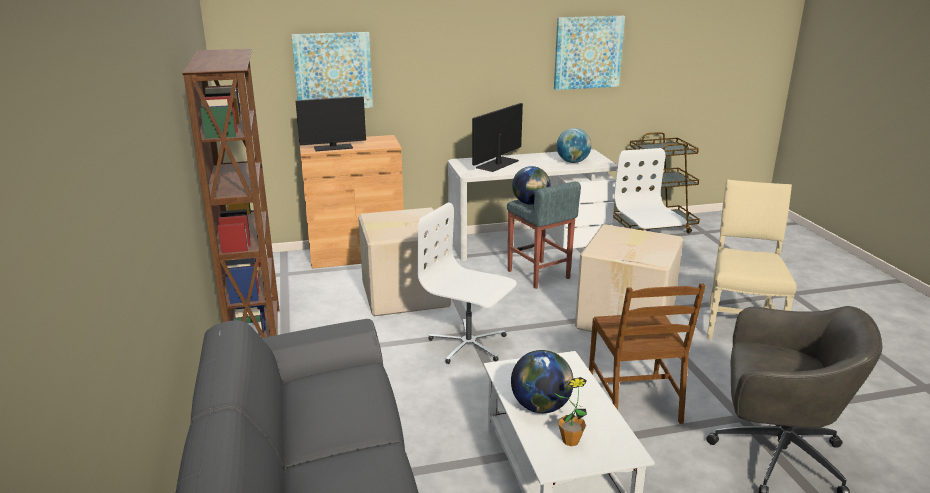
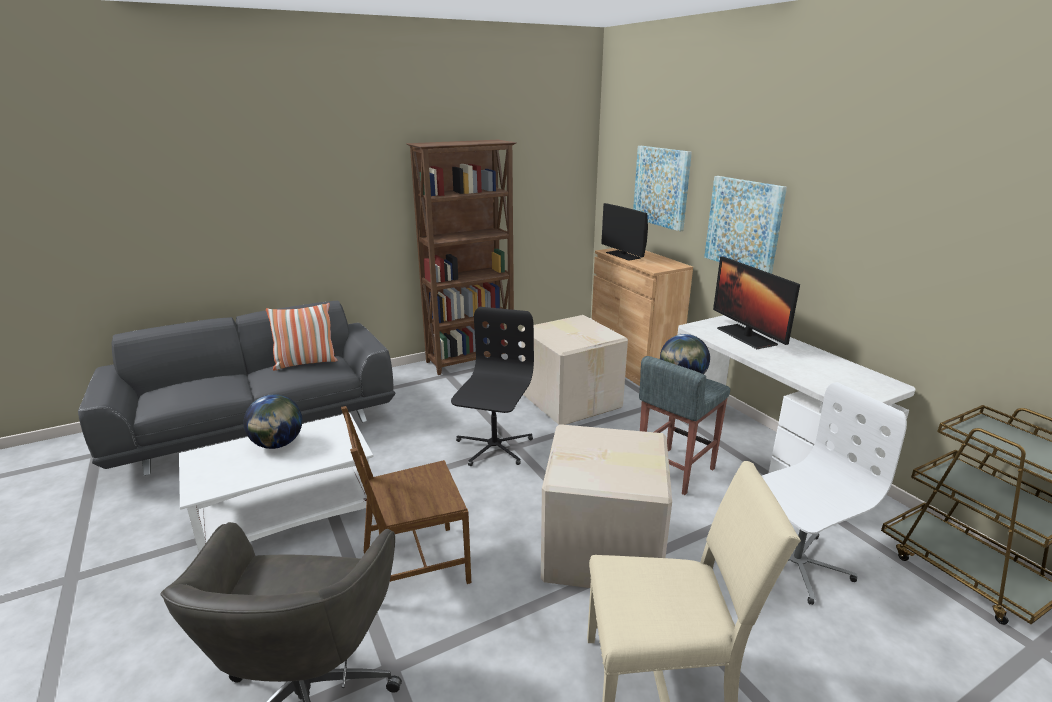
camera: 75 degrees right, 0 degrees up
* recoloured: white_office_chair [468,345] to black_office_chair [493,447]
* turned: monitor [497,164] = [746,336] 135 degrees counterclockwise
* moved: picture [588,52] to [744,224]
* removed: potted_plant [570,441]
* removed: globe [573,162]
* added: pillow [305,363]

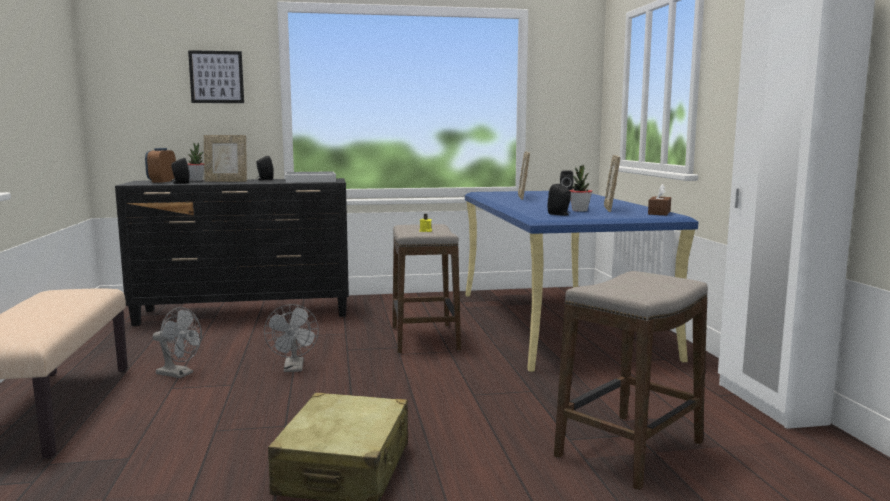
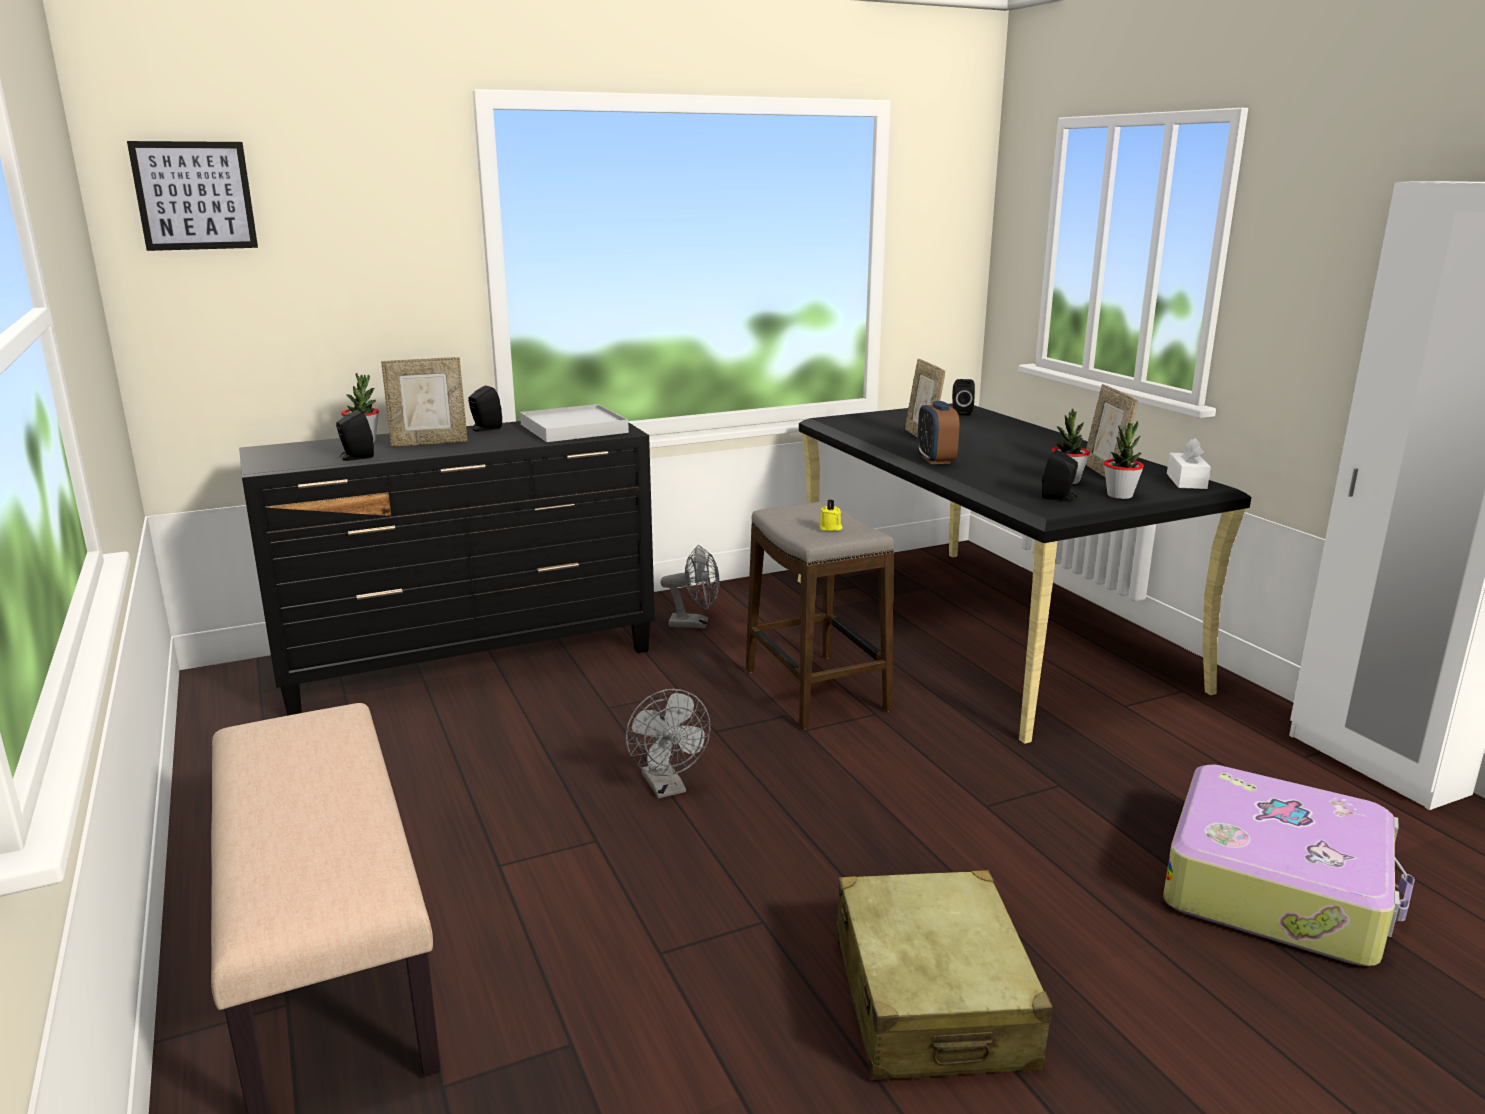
camera: 15 degrees left, 10 degrees up
* moved: alarm_clock [162,181] to [935,460]
* moved: grey_fan [179,374] to [695,624]
* moved: picture [216,77] to [194,196]
* recoloured: blue_desk [558,323] to black_desk [983,631]
* replaced: stool [629,450] to suitcase [1277,887]
* recoloured: brown_tissue_box [659,213] to white_tissue_box [1186,481]
* added: potted_plant [1119,495]

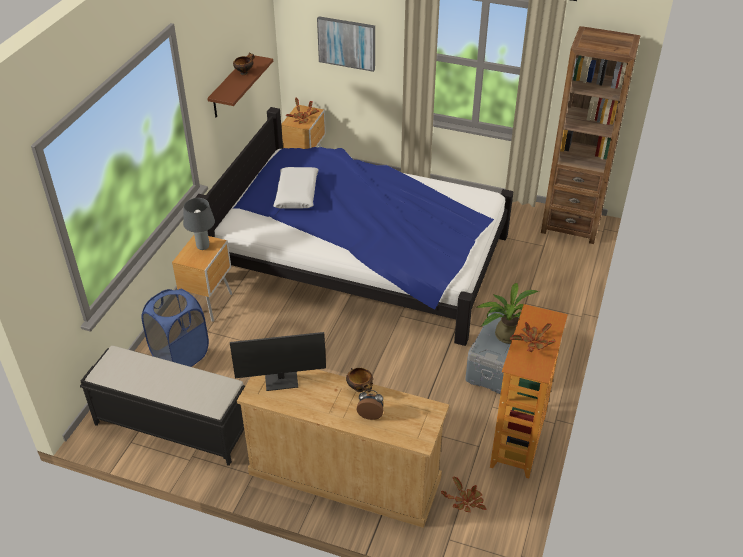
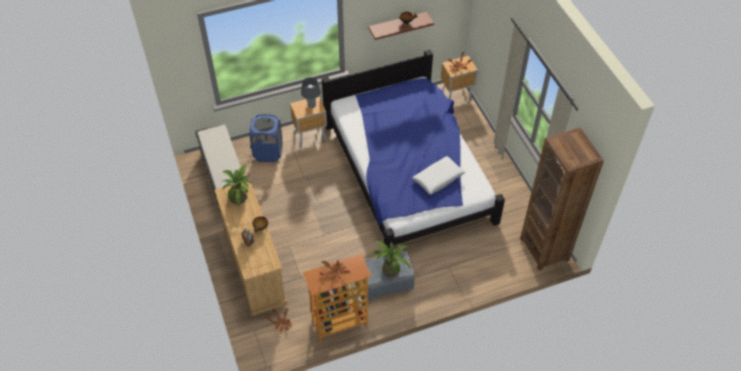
camera: 50 degrees right, 10 degrees up
* replaced: monitor [281,380] to potted_plant [240,196]
* moved: white_pillow [297,194] to [438,179]
* removed: picture [347,43]

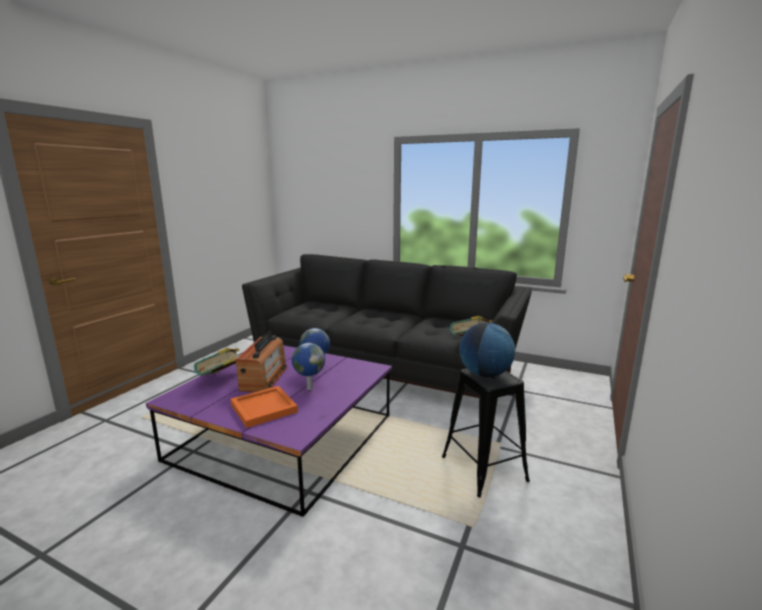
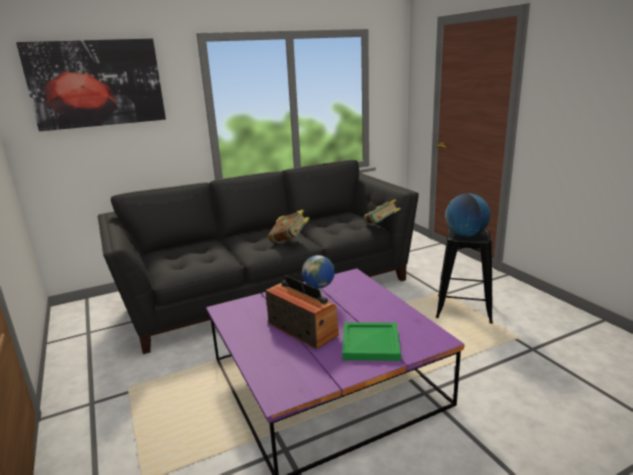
camera: 50 degrees left, 5 degrees up
* moved: book [221,379] to [289,241]
* recoloured: orange_tray [263,409] to green_tray [371,344]
* removed: globe [309,388]
* added: picture [96,83]

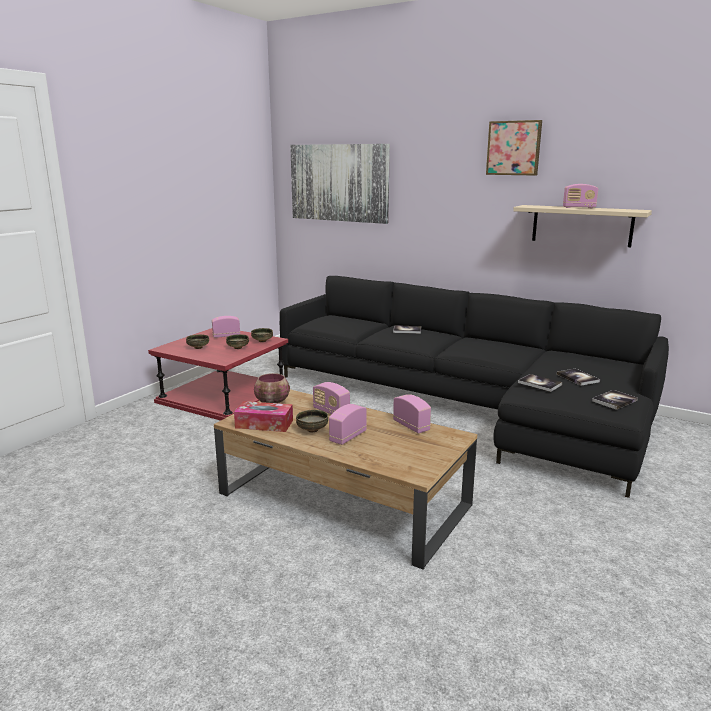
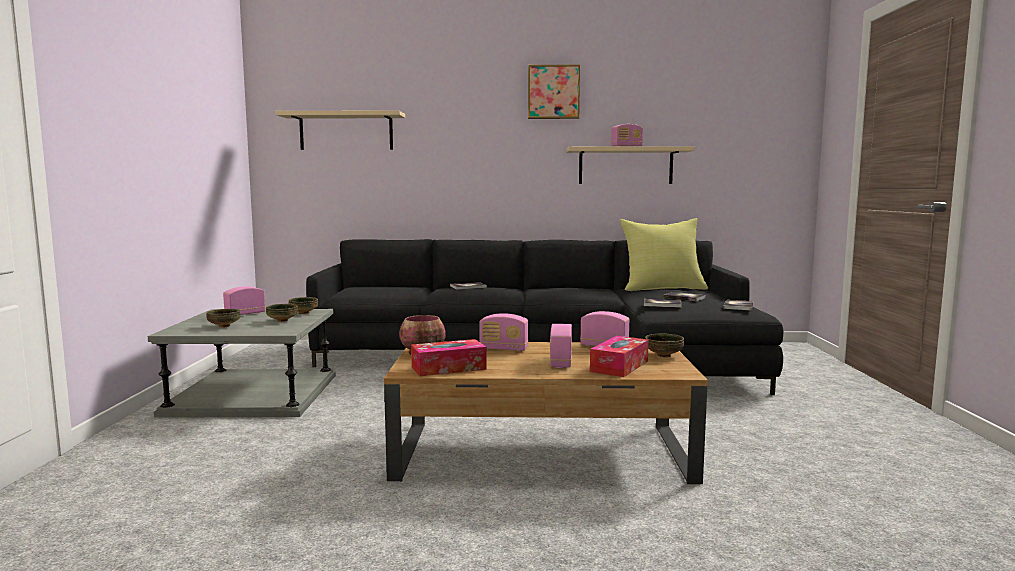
camera: 30 degrees left, 10 degrees down
* recoloured: red_side_table [223,395] to grey_side_table [253,394]
* replaced: picture [339,183] to beige_shelf [346,132]
* moved: bowl [312,430] to [664,356]
* added: tissue_box [619,366]
* added: yellow_pillow [662,288]

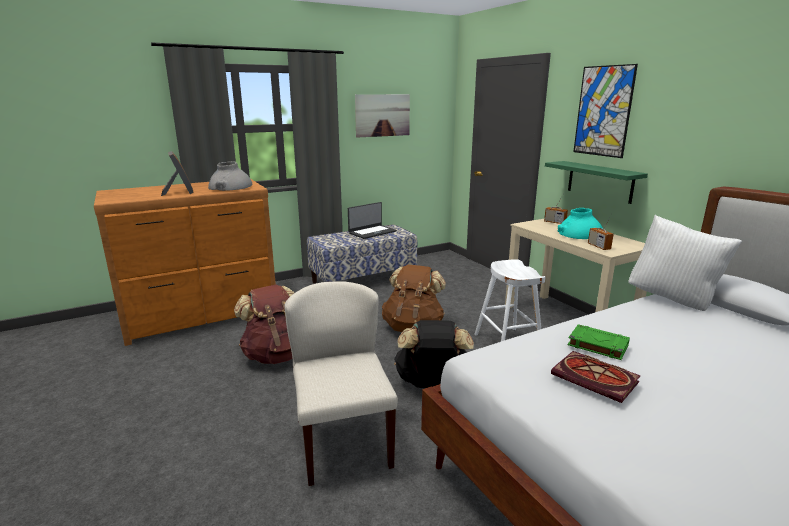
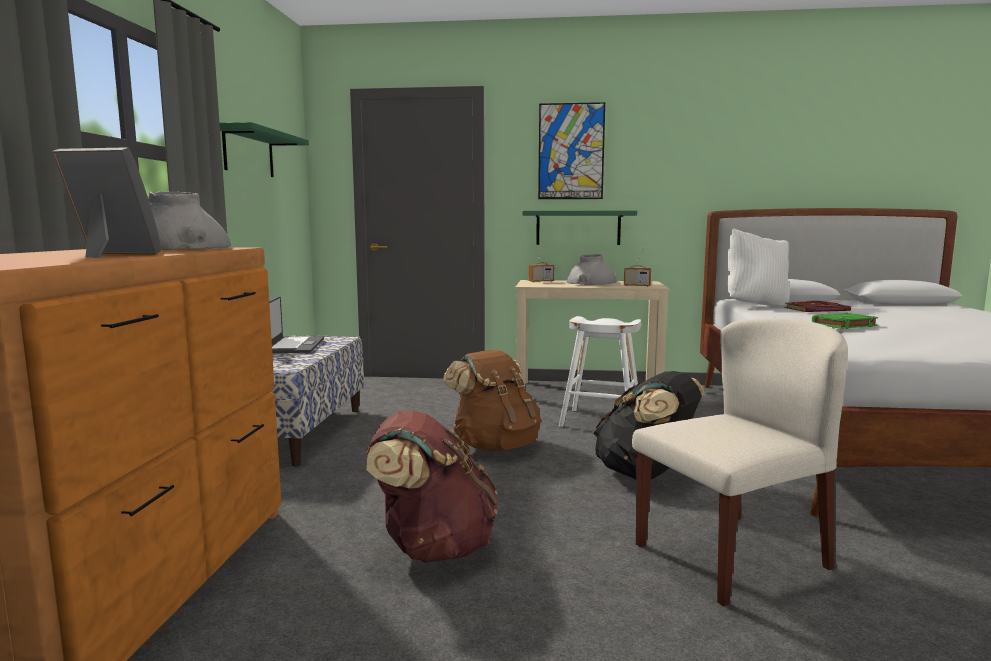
camera: 55 degrees left, 10 degrees down
* turned: beige_chair [342,442] = [731,555] 135 degrees clockwise
* replaced: picture [382,115] to green_shelf [248,153]
* moved: book [597,379] to [817,309]
* recoloured: turquoise_vase [579,234] to grey_vase [591,283]

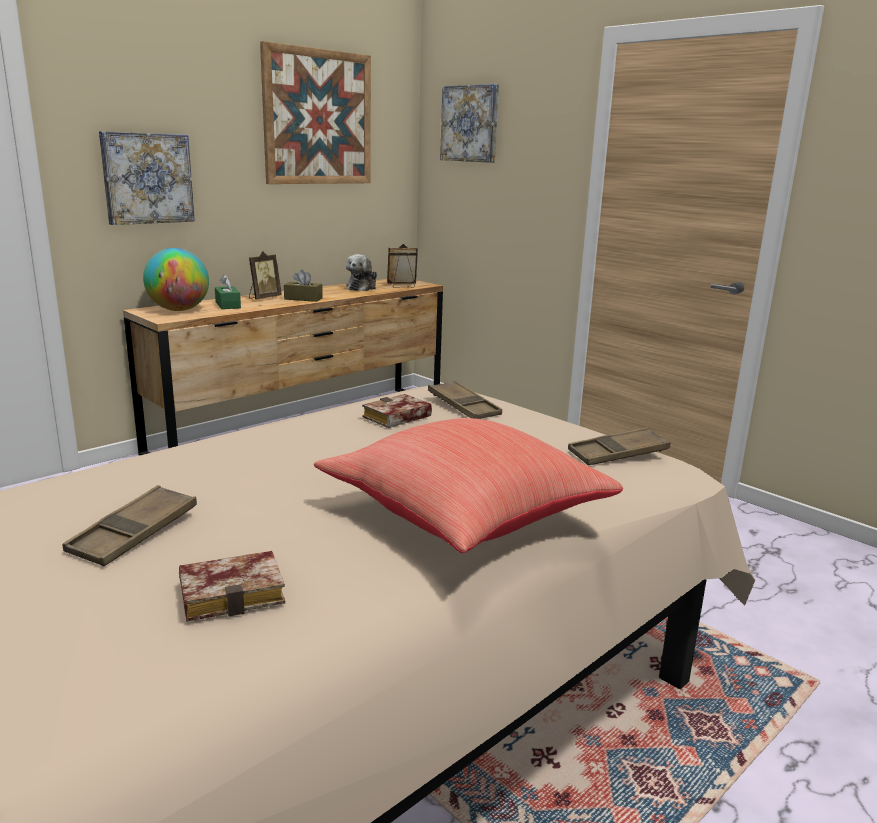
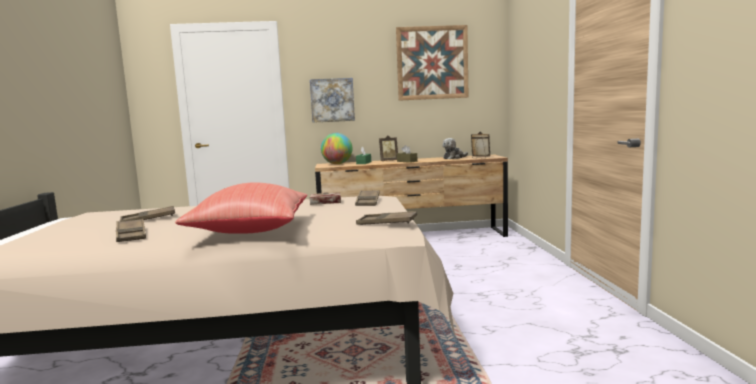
camera: 40 degrees right, 10 degrees down
* replaced: book [236,592] to brown_tray [131,235]
* removed: picture [470,124]

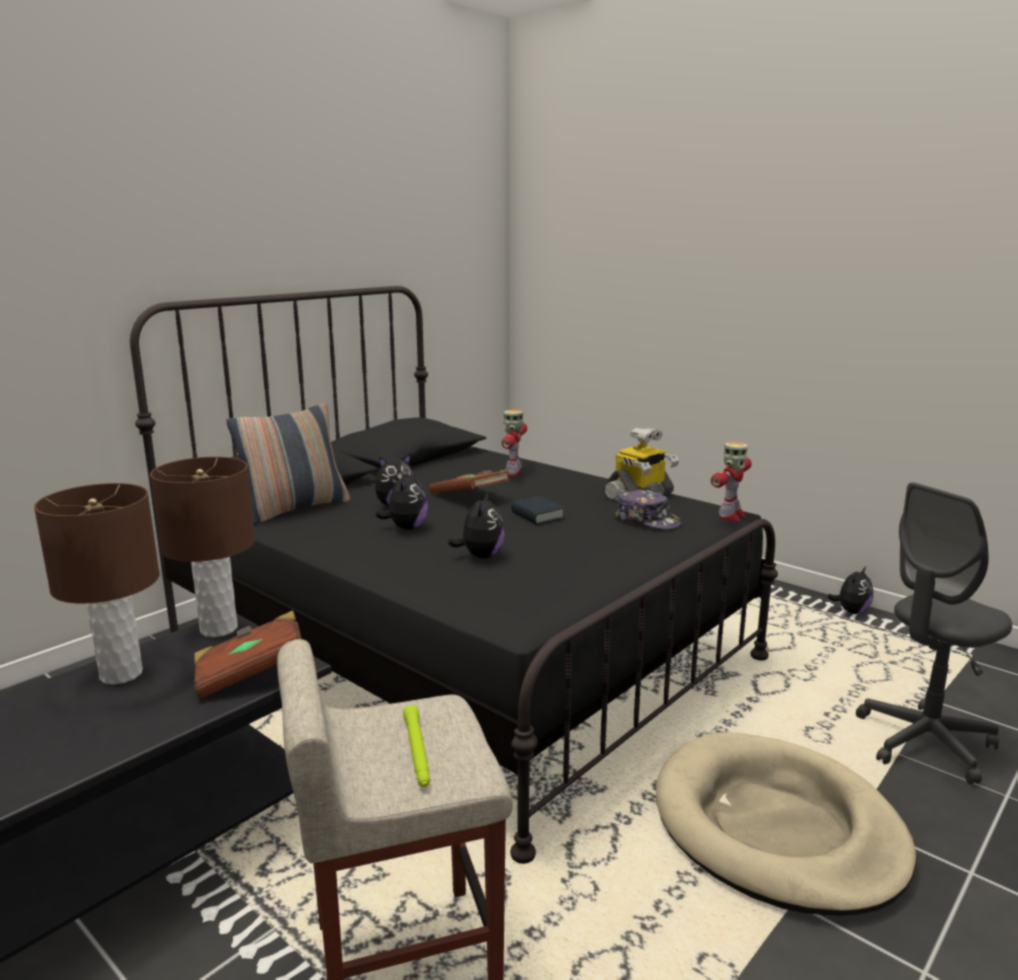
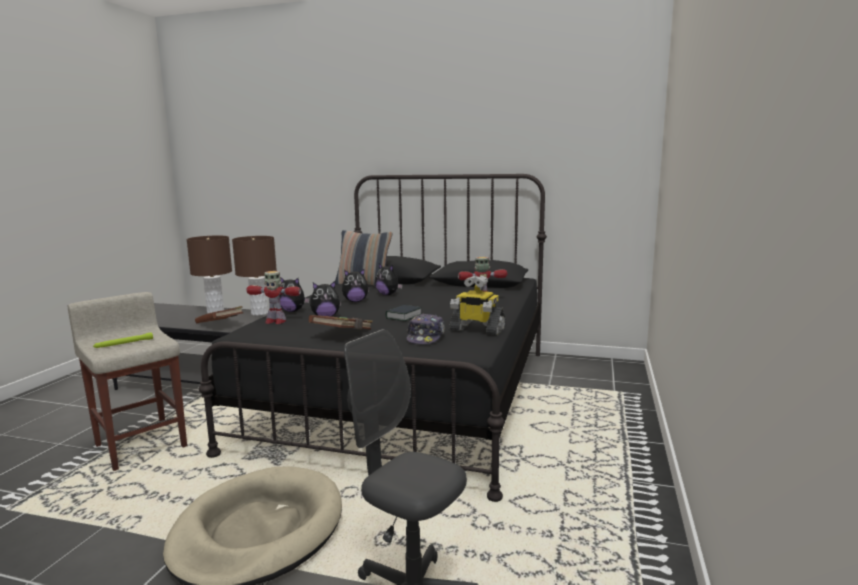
camera: 65 degrees right, 5 degrees down
* moved: brown_book [470,497] to [343,334]
* moved: toy_robot [730,516] to [275,321]
* moved: plush_toy [851,611] to [292,311]

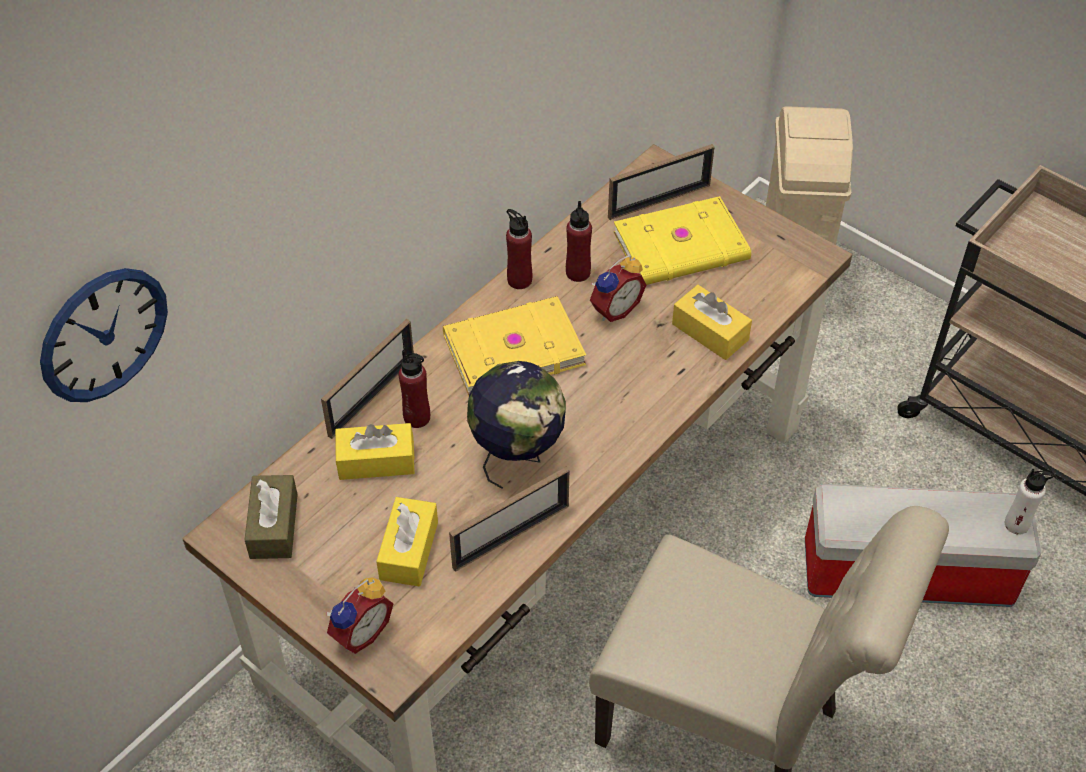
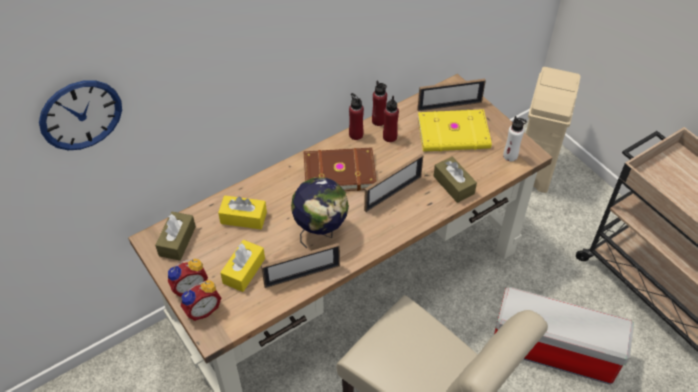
camera: 15 degrees right, 0 degrees up
* moved: picture_frame [371,397] to [393,193]
* moved: red_bottle [417,417] to [378,121]
* recoloured: yellow_book [512,348] to brown_book [338,171]
* moved: alarm_clock [614,309] to [189,286]
* recoloured: yellow_tissue_box [710,332] to brown_tissue_box [453,185]
* moved: white_bottle [1016,524] to [510,156]

